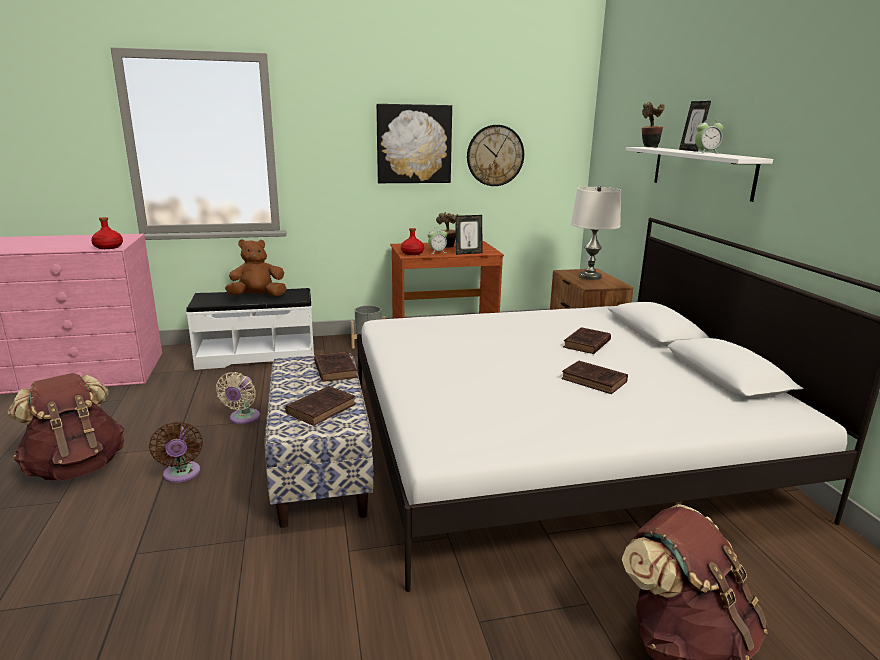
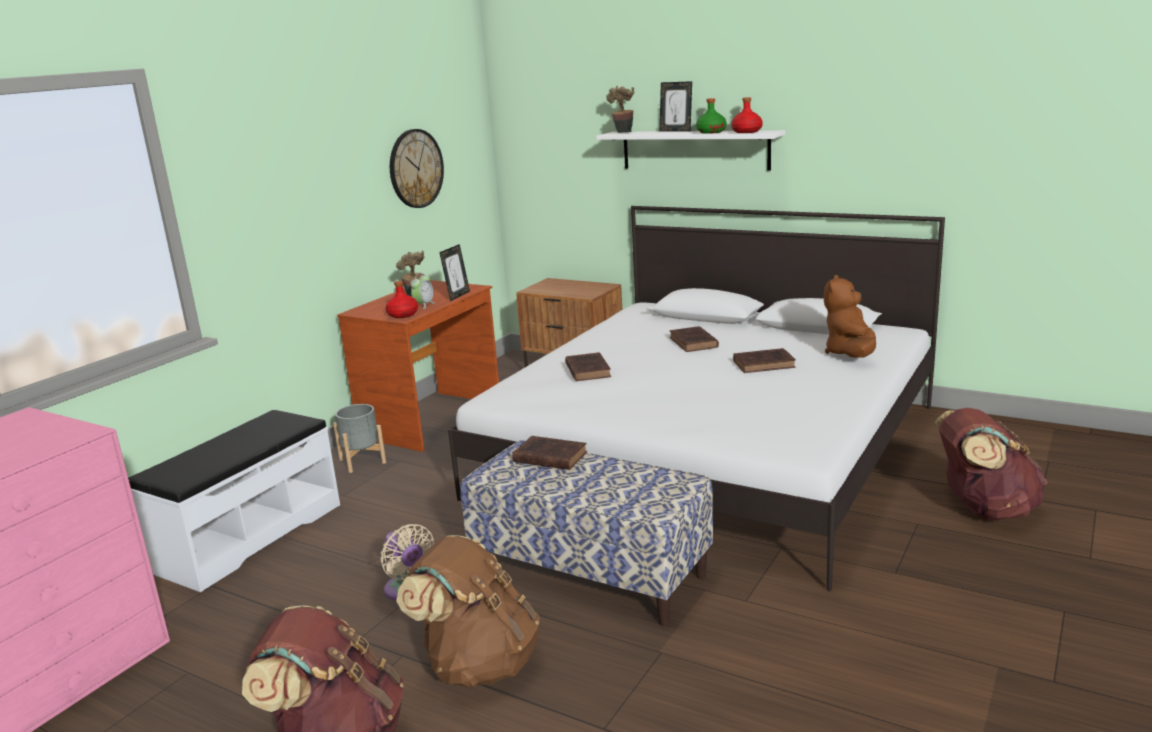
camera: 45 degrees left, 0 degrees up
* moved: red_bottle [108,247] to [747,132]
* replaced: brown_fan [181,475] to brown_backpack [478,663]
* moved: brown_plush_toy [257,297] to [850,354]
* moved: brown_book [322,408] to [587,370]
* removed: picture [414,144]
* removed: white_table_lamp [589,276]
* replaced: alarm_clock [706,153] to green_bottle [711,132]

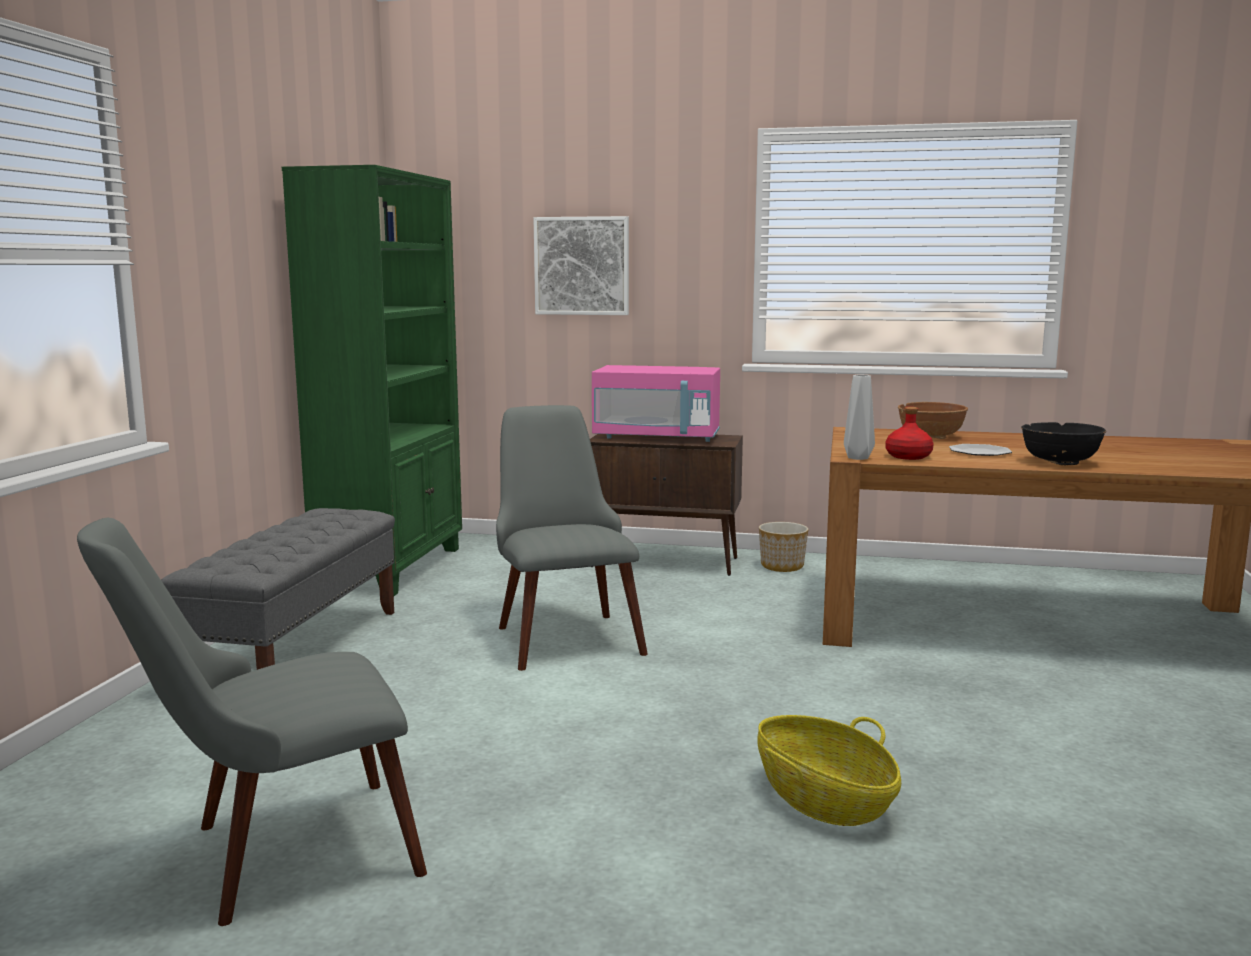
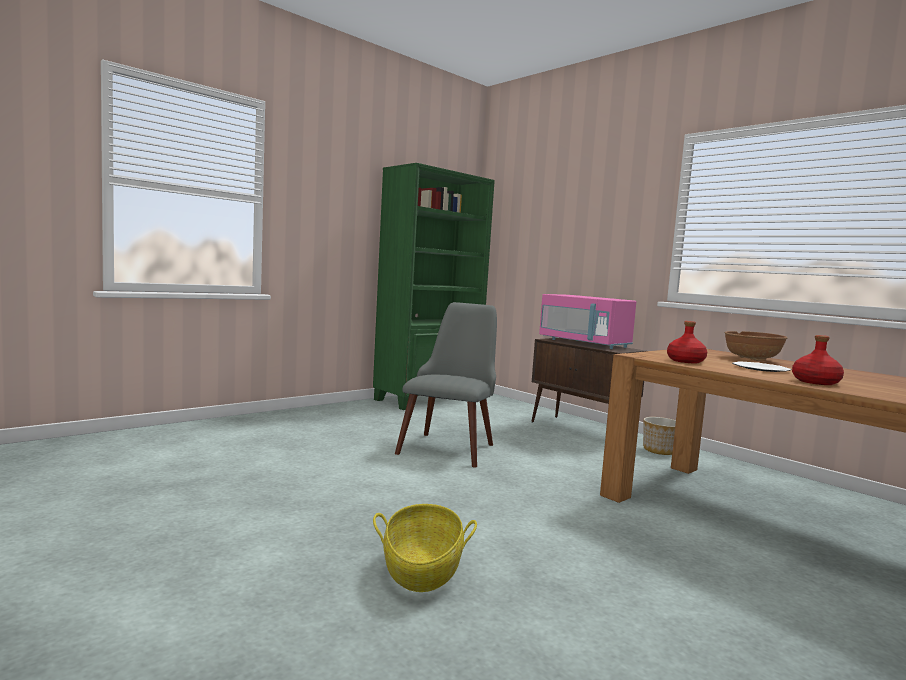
camera: 35 degrees right, 5 degrees down
* removed: grey_chair [274,857]
* removed: grey_bench [297,650]
* removed: picture [582,266]
* removed: grey_vase [856,458]
* replaced: black_bowl [1060,462] to red_bottle [816,382]

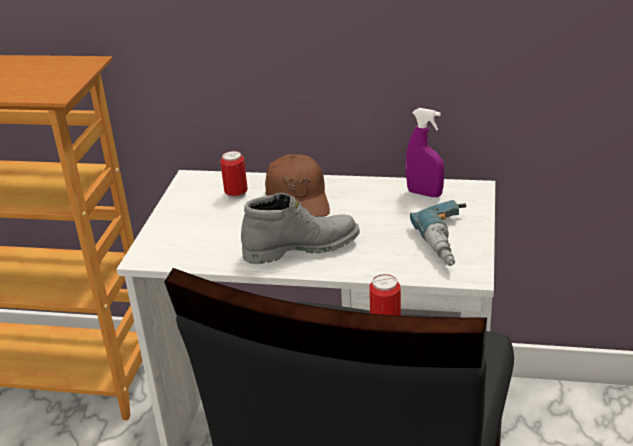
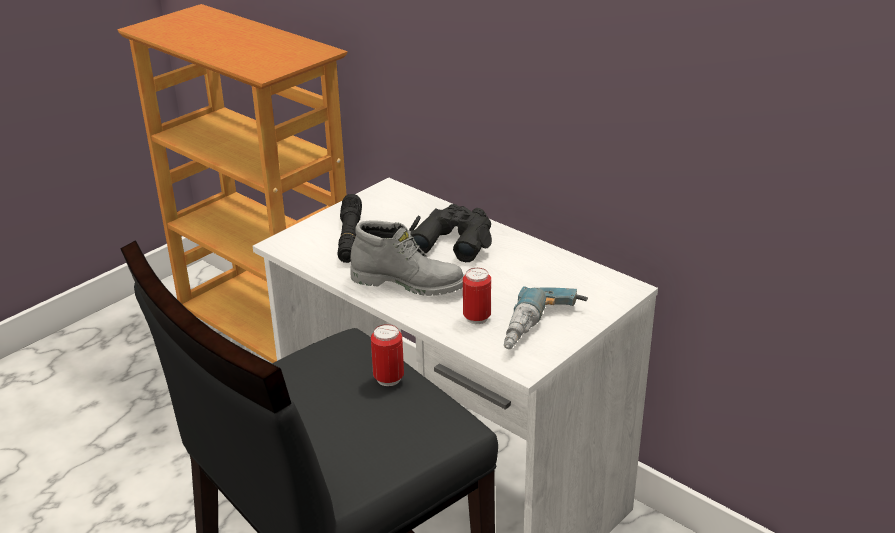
camera: 30 degrees right, 0 degrees up
* moved: can [236,194] to [477,318]
* replaced: brown_cap [298,200] to black_binoculars [454,240]
* removed: purple_spray_bottle [424,193]
* added: black_flashlight [349,237]

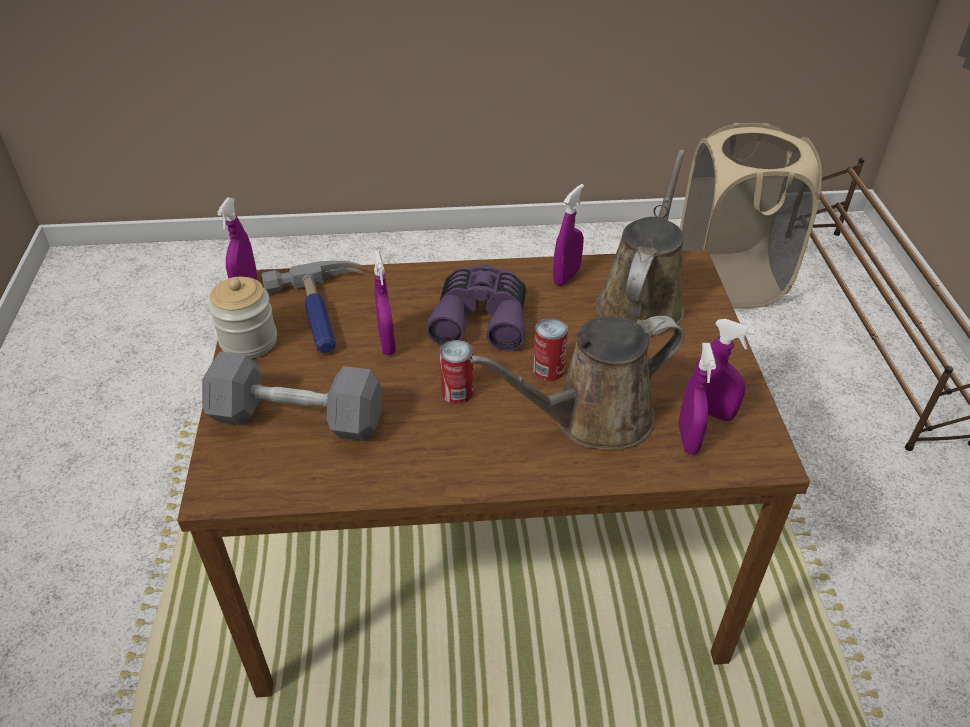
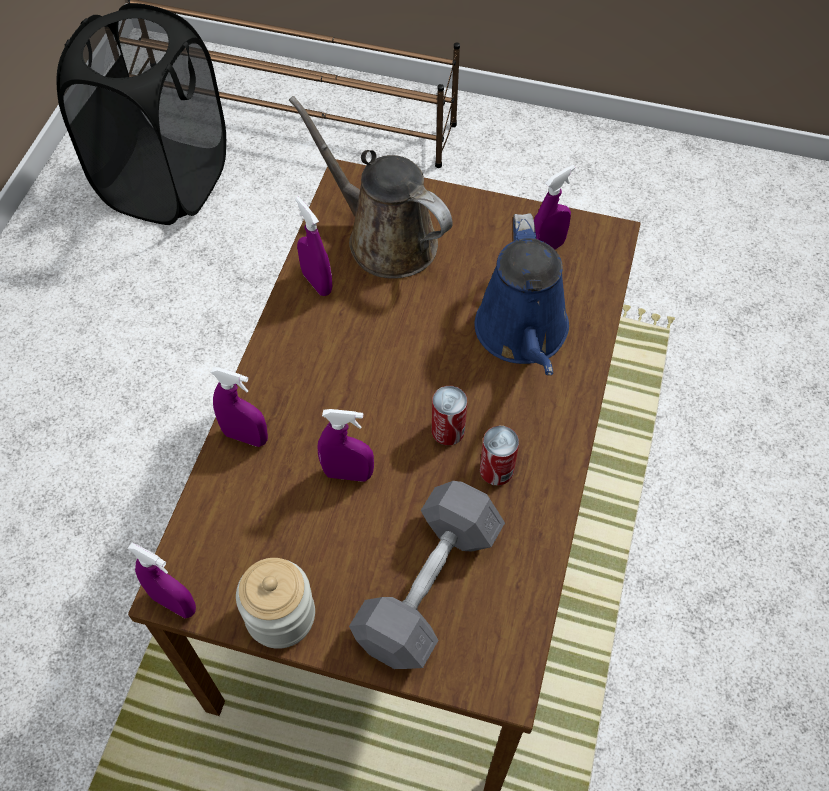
camera: 70 degrees left, 15 degrees up
* removed: hammer [322,313]
* removed: purple_binoculars [481,318]
* recoloured: brown_watering_can [593,418] to blue_watering_can [523,334]
* moved: can [548,370] to [496,470]
* moved: purple_spray_bottle [688,439] to [245,436]
* recoloured: beige_laundry_basket [728,281] to black_laundry_basket [166,183]

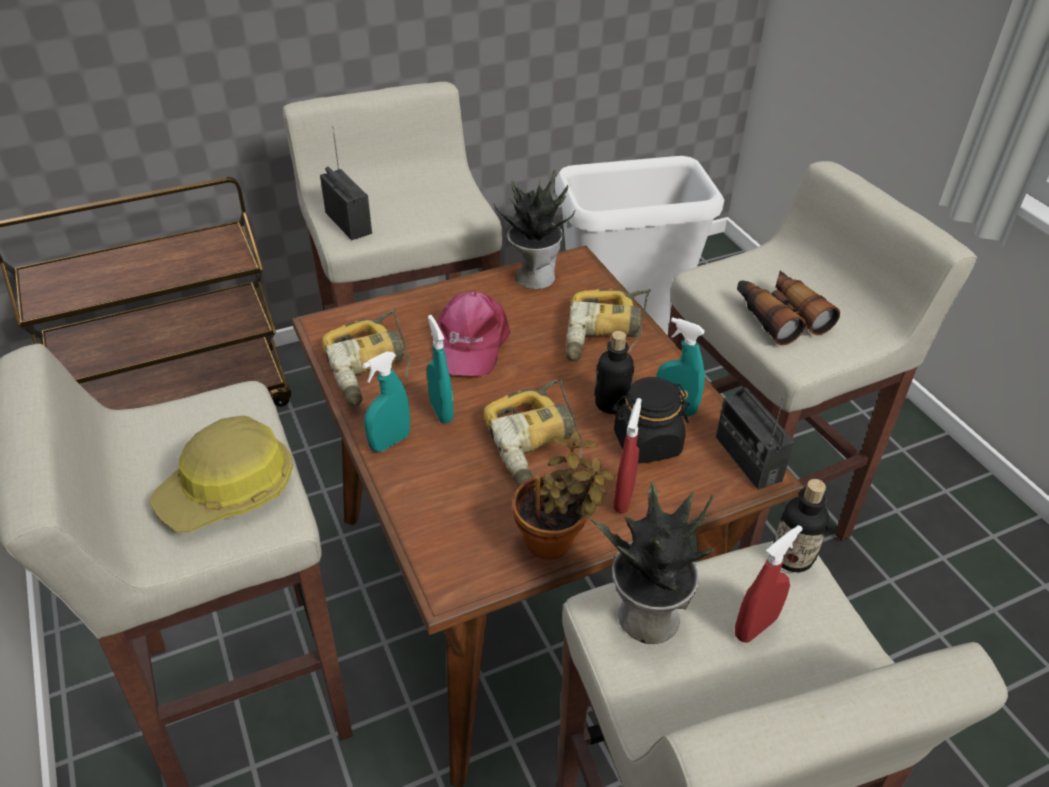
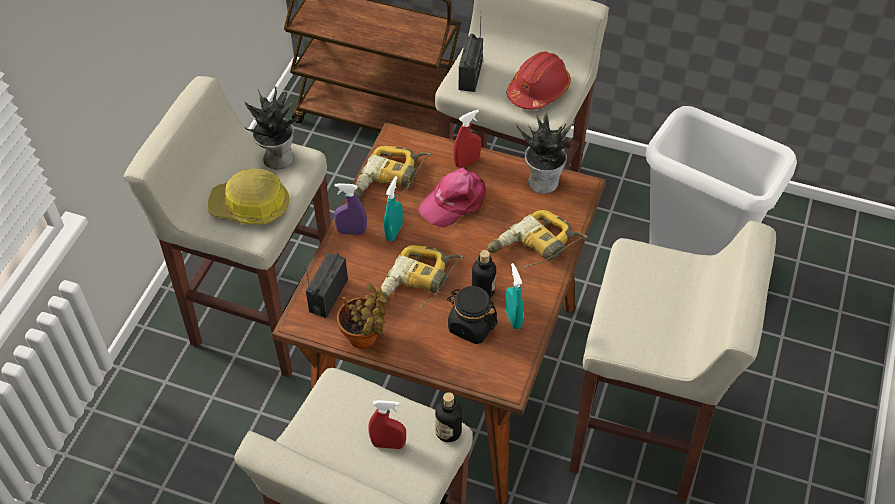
camera: 45 degrees right, 10 degrees up
* recoloured: turquoise_spray_bottle [390,442] to purple_spray_bottle [351,231]
* moved: potted_plant [646,618] to [277,157]
* moved: red_spray_bottle [623,498] to [467,162]
* moved: radio [747,459] to [328,295]
* removed: binoculars [779,315]
* added: red_hard_hat [538,90]

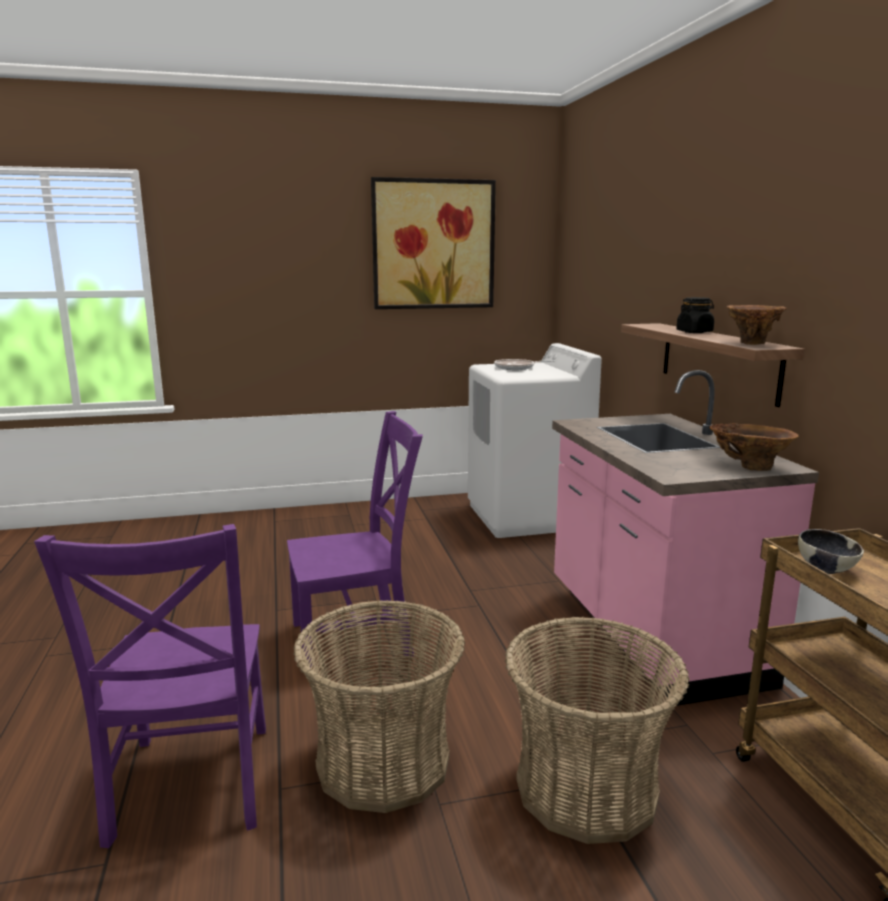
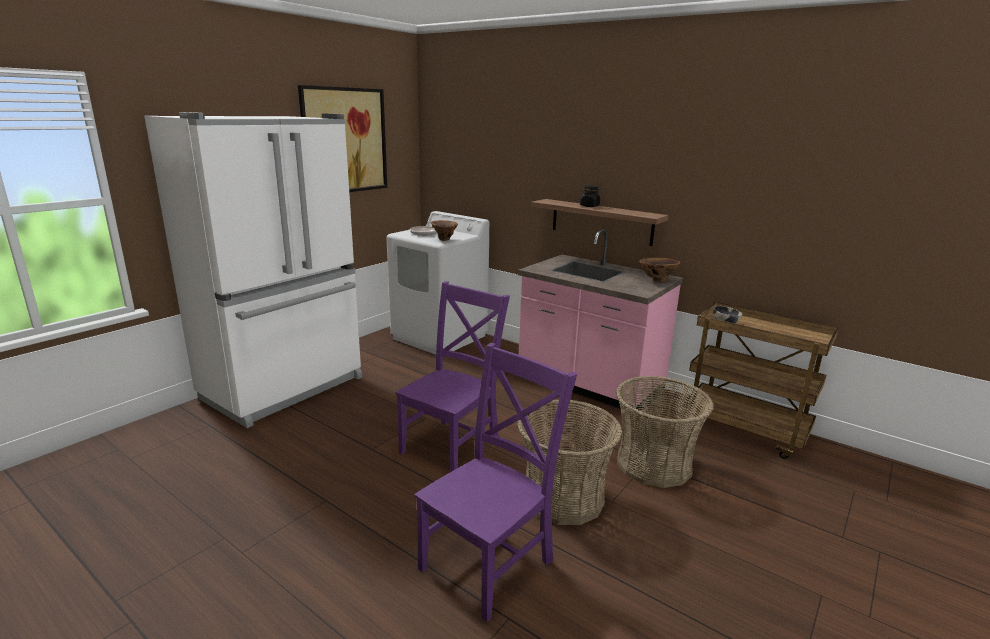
camera: 40 degrees left, 5 degrees up
* turned: purple_chair [190,788] = [490,562] 90 degrees counterclockwise
* moved: brown_vase [750,344] to [444,240]
* added: white_fridge [286,388]

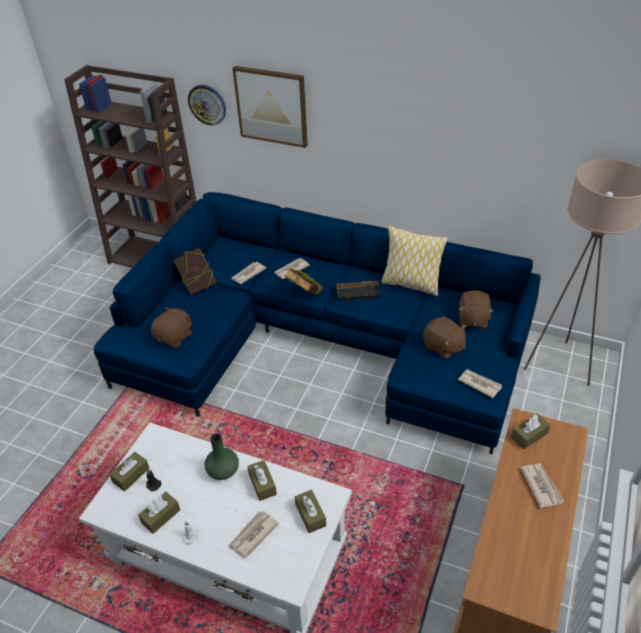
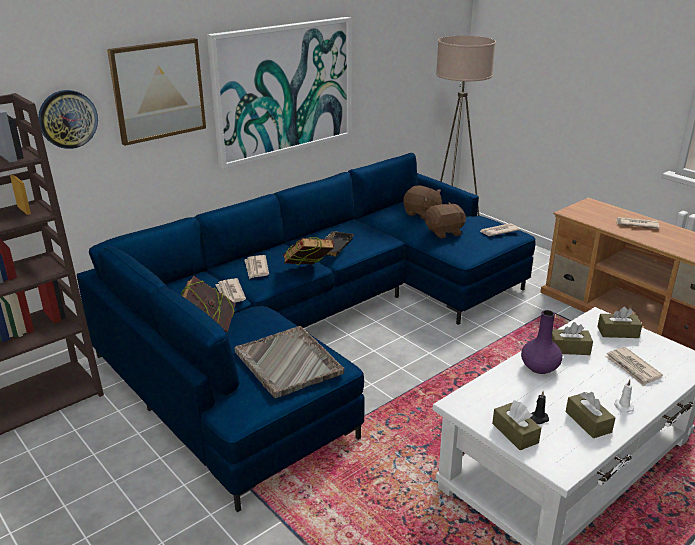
camera: 65 degrees left, 15 degrees down
* replaced: brown_plush_toy [175,337] to grey_tray [288,363]
* recoloured: green_vase [223,470] to purple_vase [539,367]
* removed: pillow [411,284]
* removed: brown_tissue_box [529,435]
* added: picture [283,89]

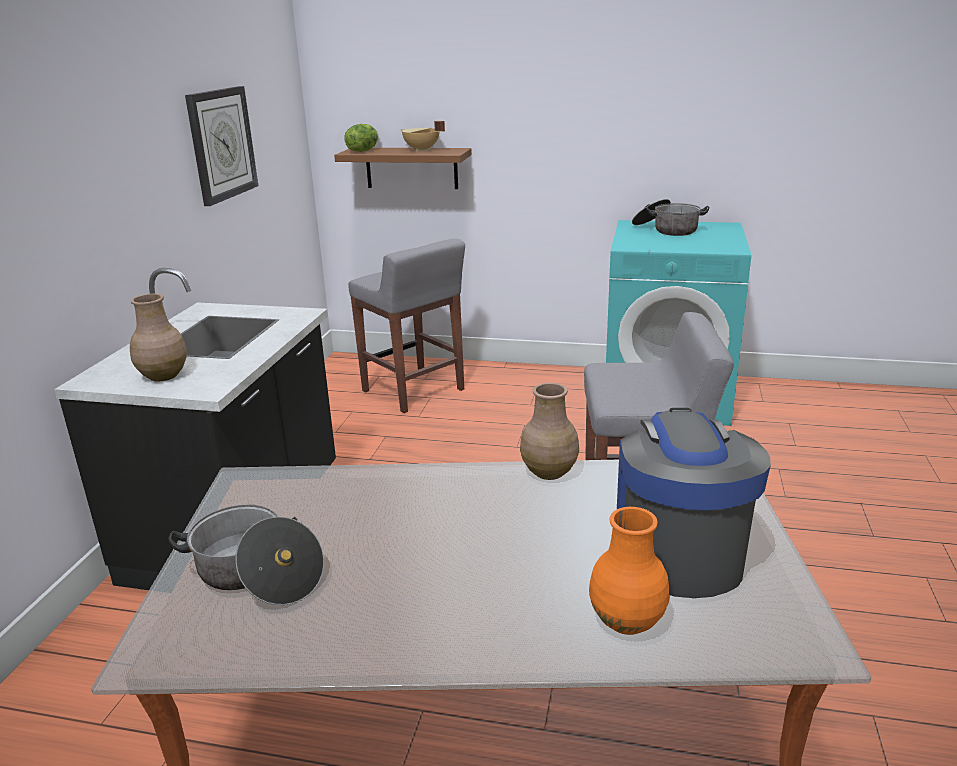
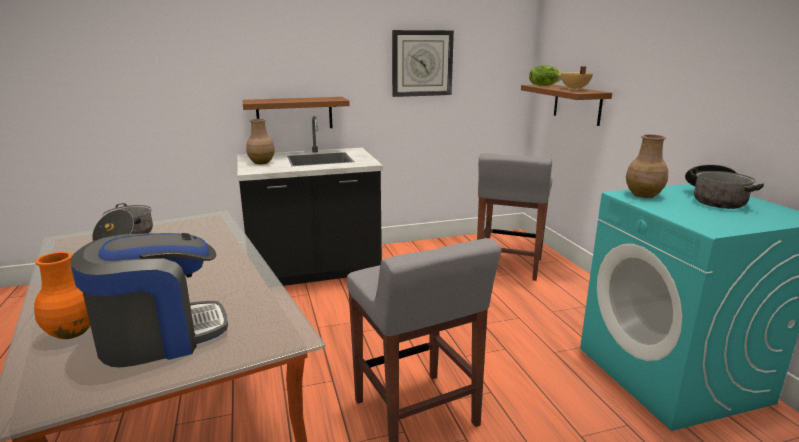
camera: 60 degrees right, 5 degrees down
* moved: brown_vase [550,472] to [644,195]
* added: brown_shelf [294,114]

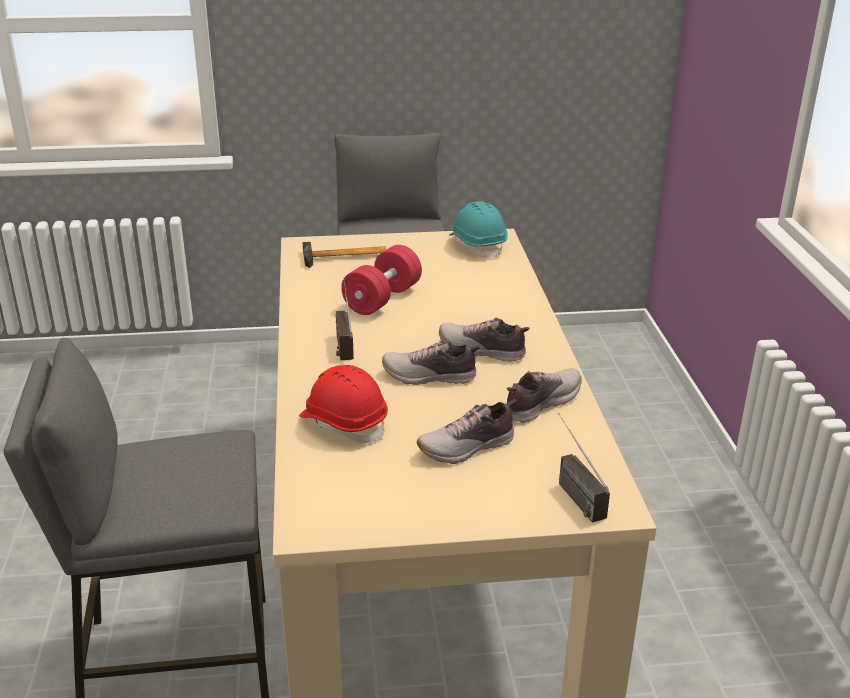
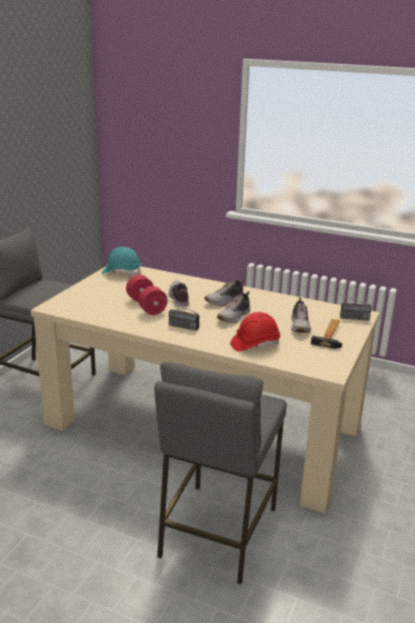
camera: 60 degrees left, 5 degrees down
* moved: hammer [345,257] to [331,335]
* moved: shoe [540,403] to [179,298]

